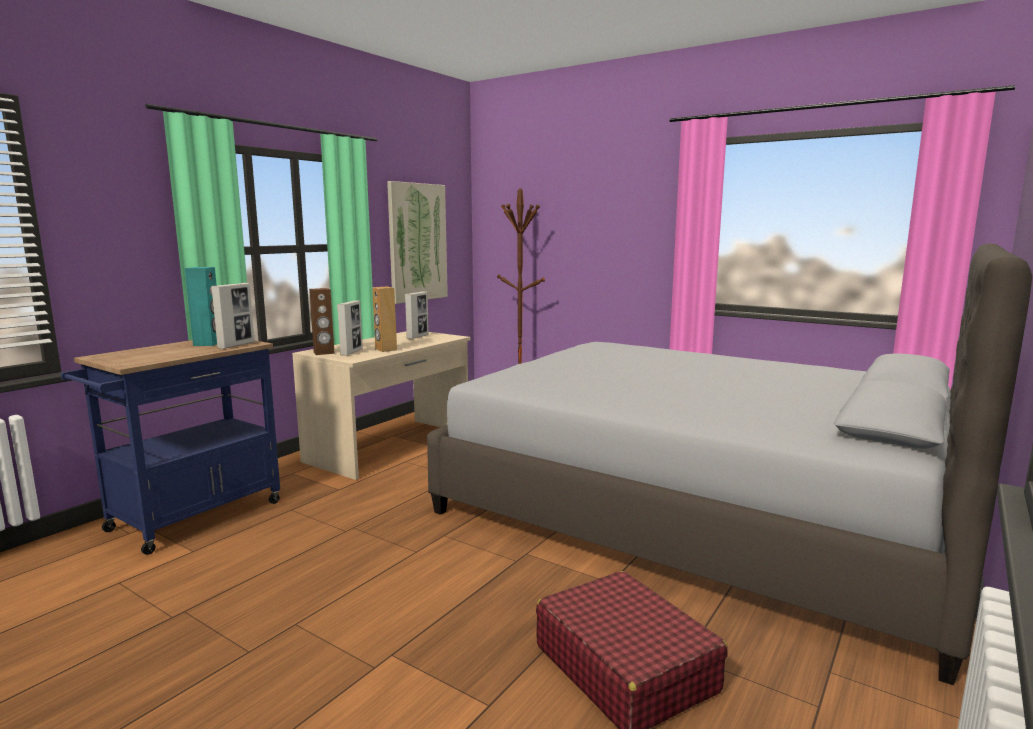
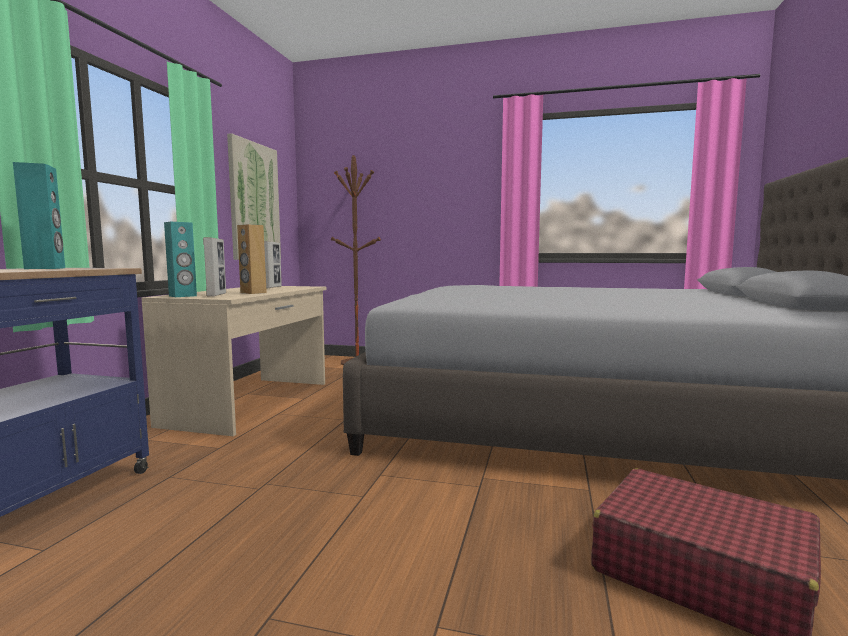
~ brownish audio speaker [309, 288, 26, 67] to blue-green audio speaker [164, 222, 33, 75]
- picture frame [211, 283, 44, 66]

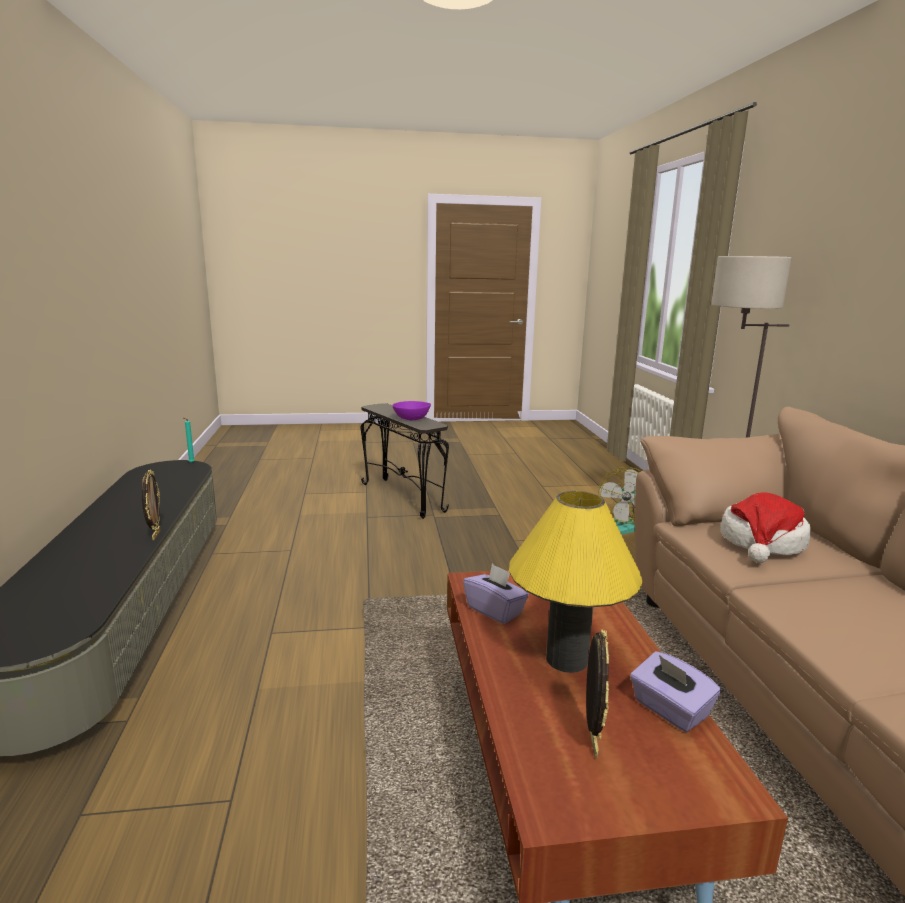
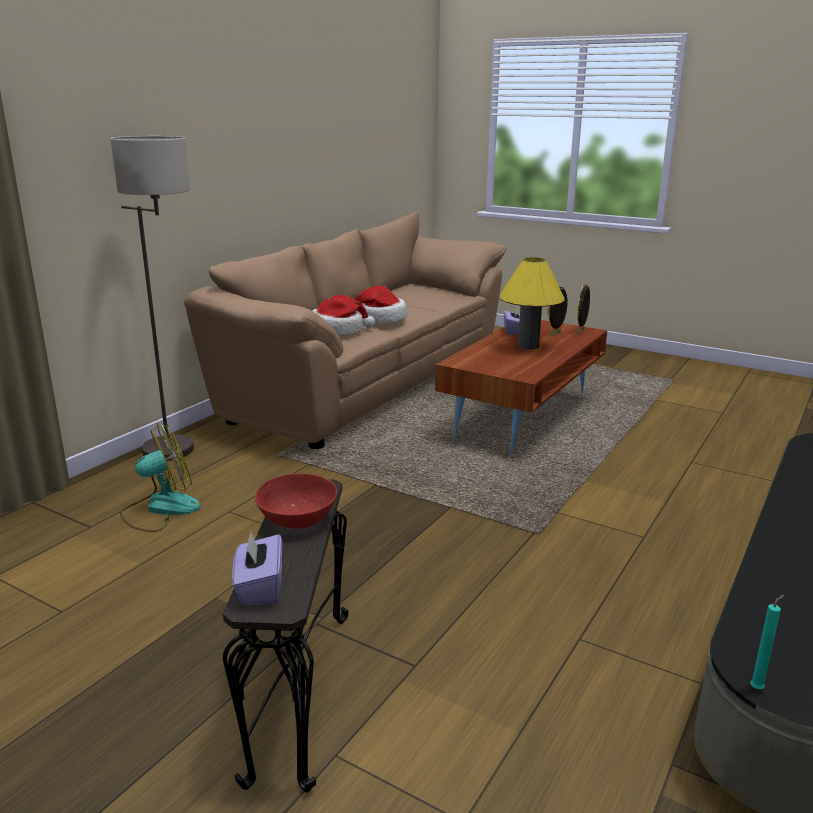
~ purple-coloured tissue box [463, 564, 66, 60] to [232, 531, 50, 74]
~ purple-coloured bowl [392, 401, 39, 19] to red-coloured bowl [255, 473, 82, 56]
+ clothing hat [355, 286, 52, 38]
~ picture frame [142, 469, 19, 71] to [577, 283, 13, 51]

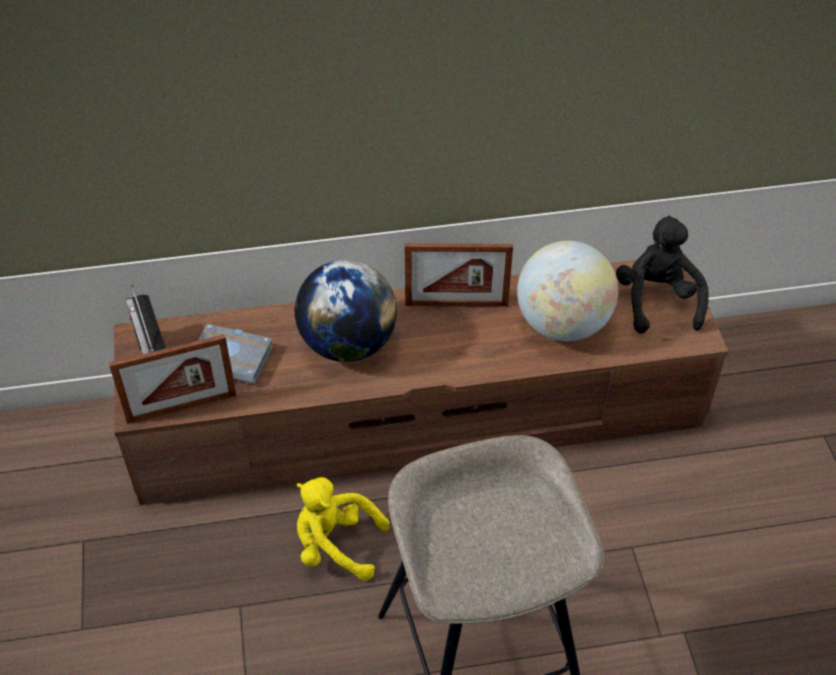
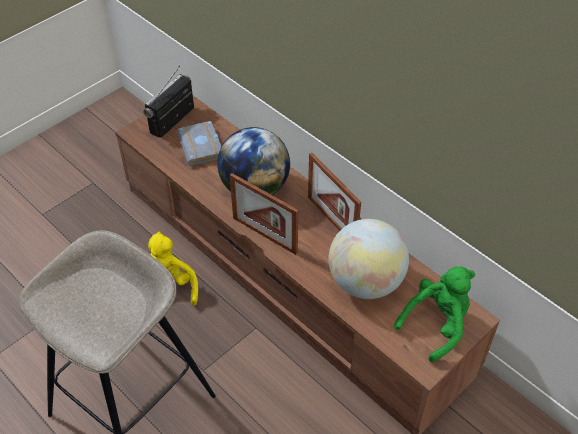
~ picture frame [109, 334, 128, 90] to [230, 173, 68, 82]
~ blackish cuddly toy [616, 215, 93, 119] to green-coloured cuddly toy [394, 266, 81, 96]

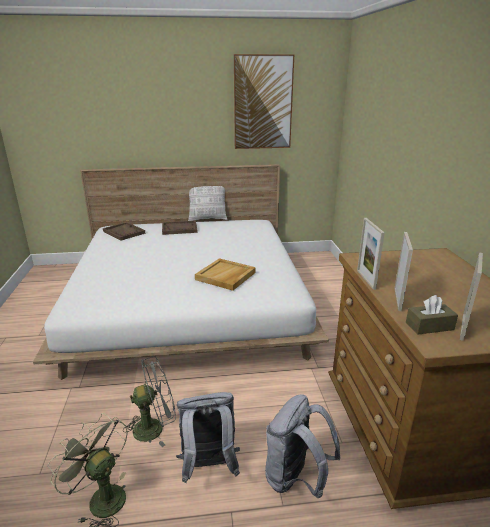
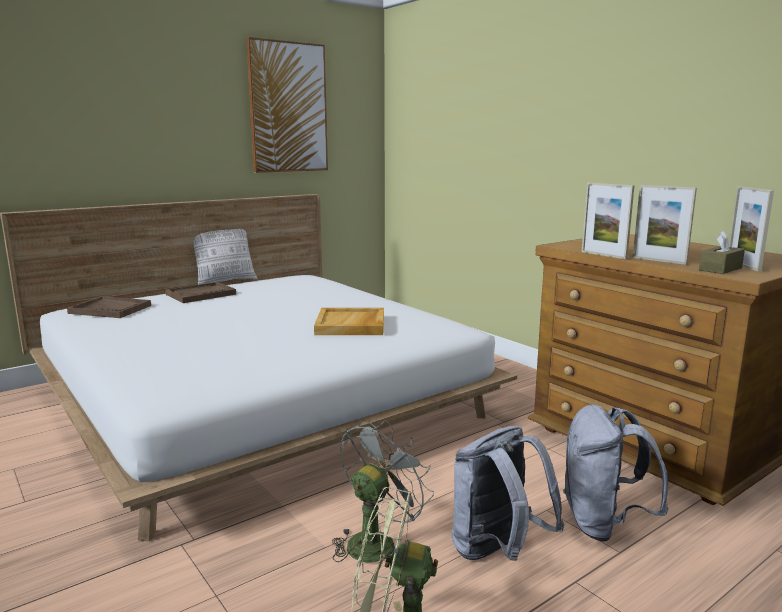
~ picture frame [394, 232, 19, 79] = [633, 185, 64, 80] 150 degrees clockwise

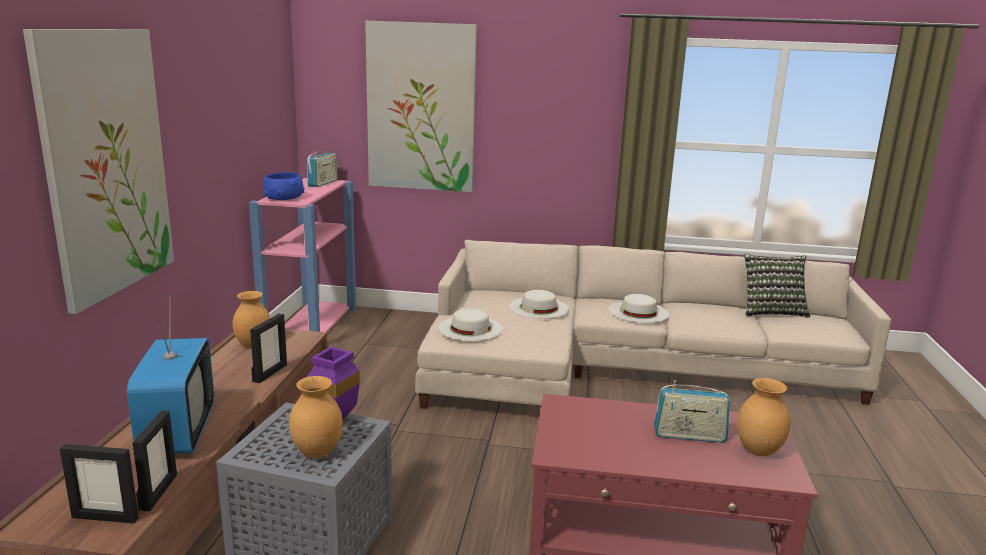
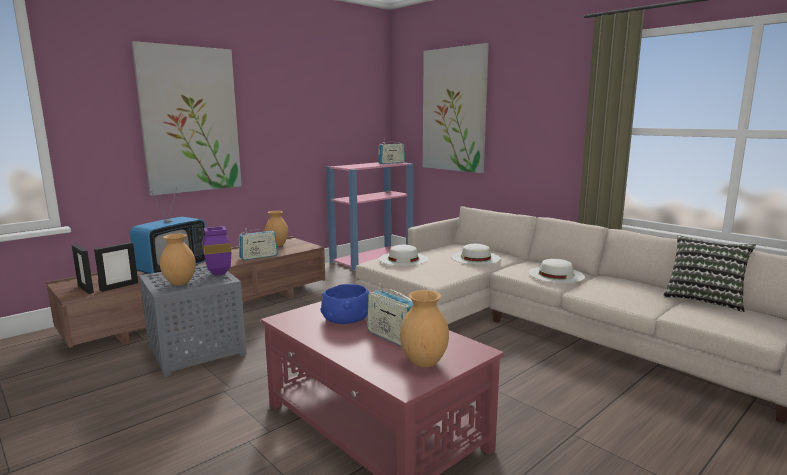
~ picture frame [250, 314, 37, 69] to radio receiver [239, 228, 39, 32]
~ blue bowl [263, 172, 42, 28] to [320, 284, 50, 40]

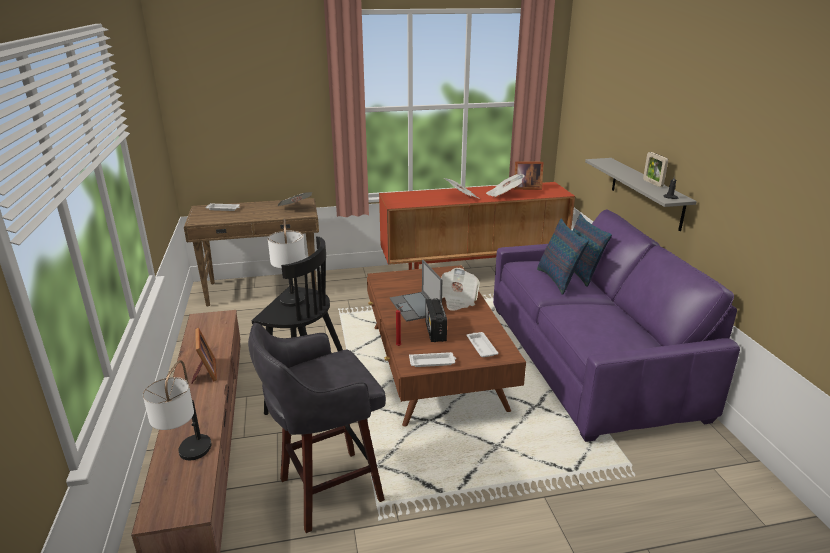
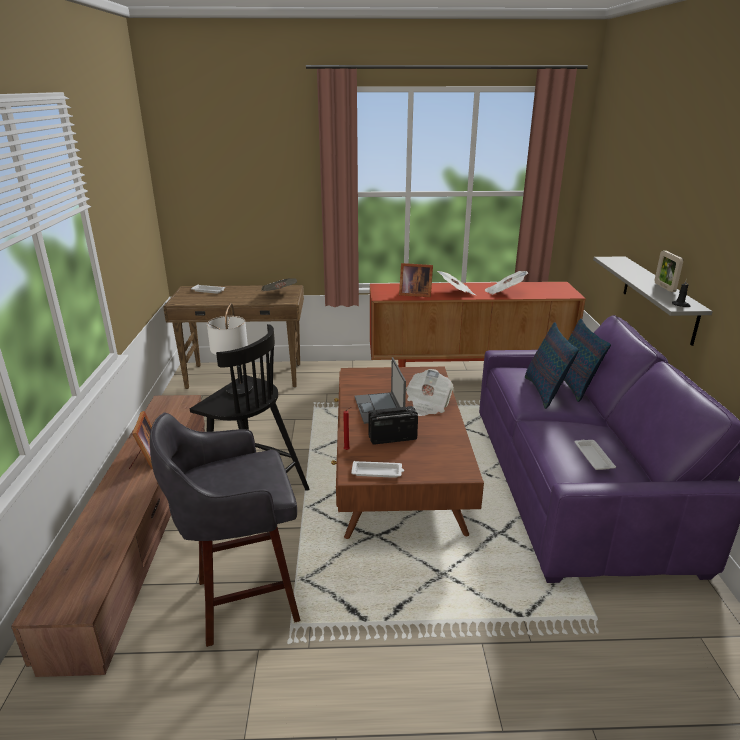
~ radio receiver [425, 298, 22, 44] = [369, 406, 49, 39] 75 degrees clockwise
~ picture frame [514, 161, 29, 29] to [399, 263, 34, 34]
~ white-coloured carrying tray [466, 332, 32, 25] to [574, 440, 42, 30]
- lamp for a table [143, 360, 68, 100]

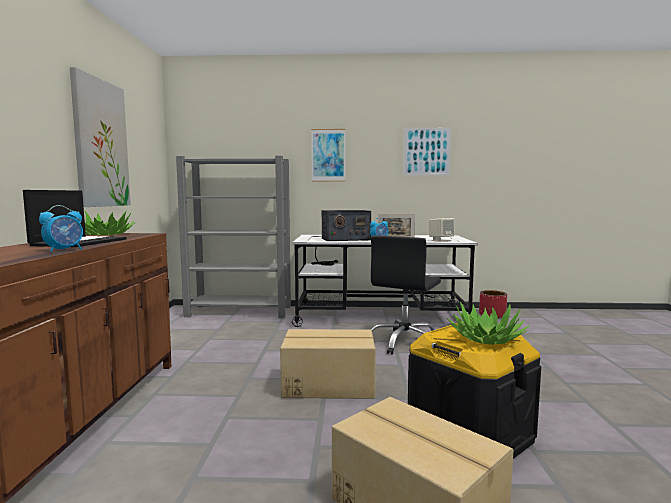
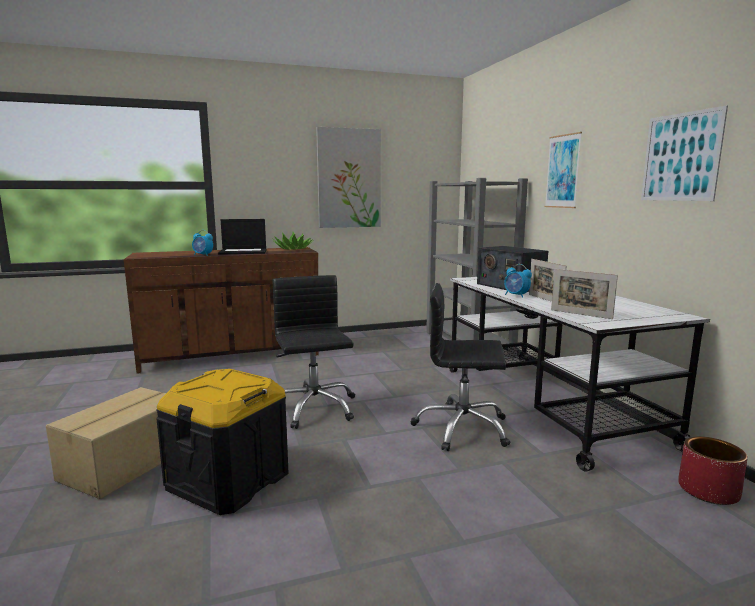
~ carton [280, 329, 96, 70] to blackish desk chair [272, 275, 83, 154]
~ beige audio speaker [429, 218, 26, 24] to picture frame [551, 269, 67, 50]
- houseplant [447, 302, 83, 43]

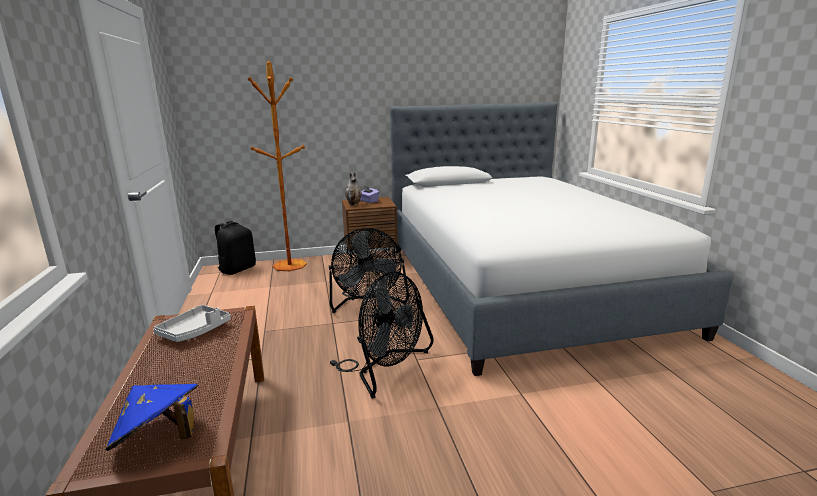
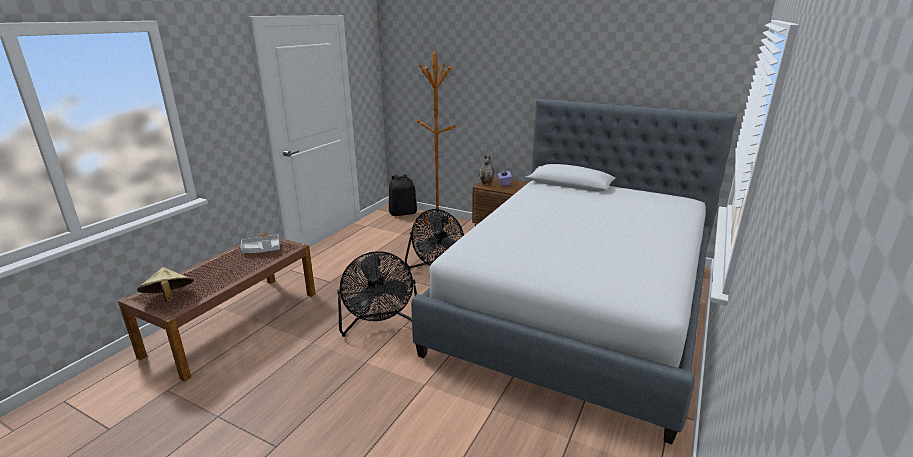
~ blue clothing hat [106, 384, 92, 67] to beige clothing hat [137, 267, 57, 35]

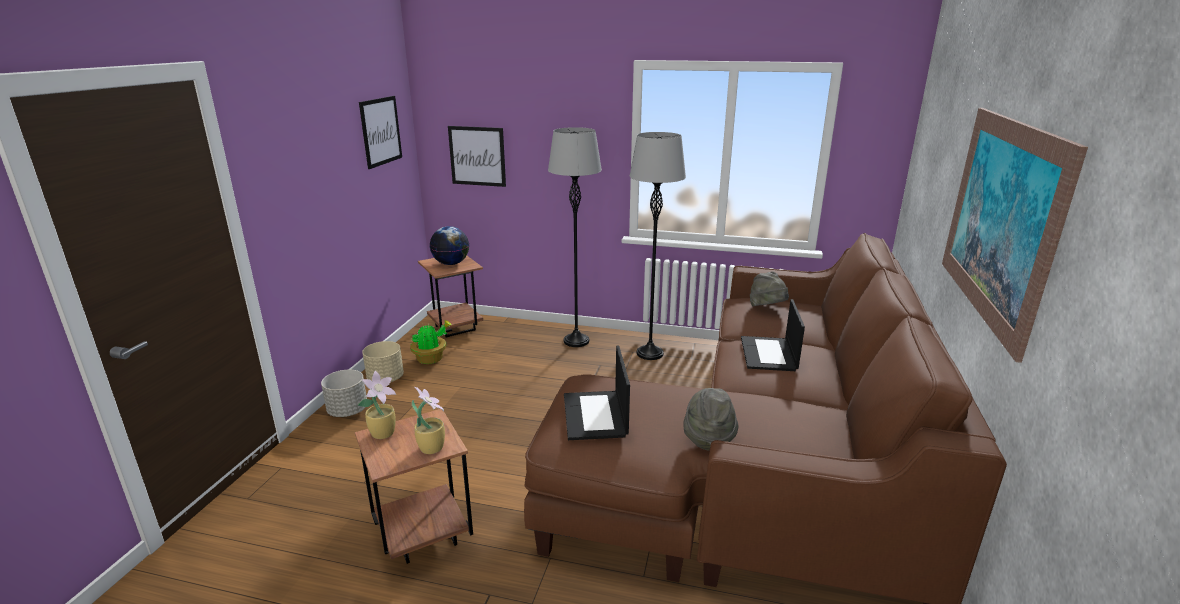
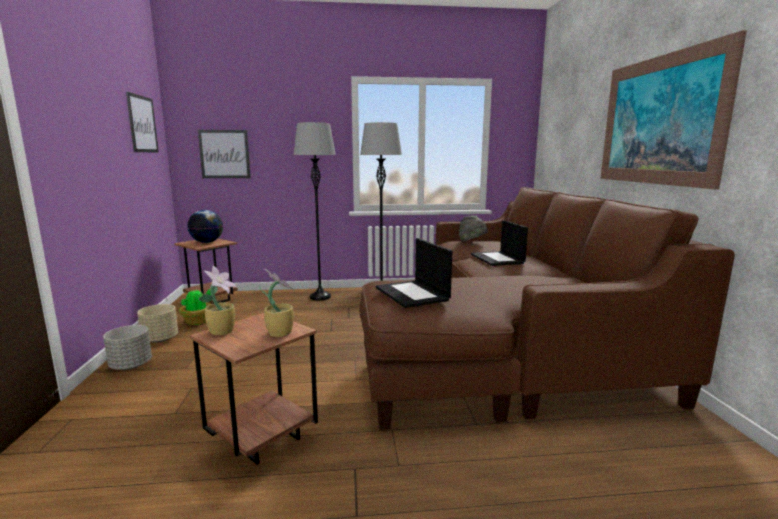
- grey clothing hat [683, 388, 55, 63]

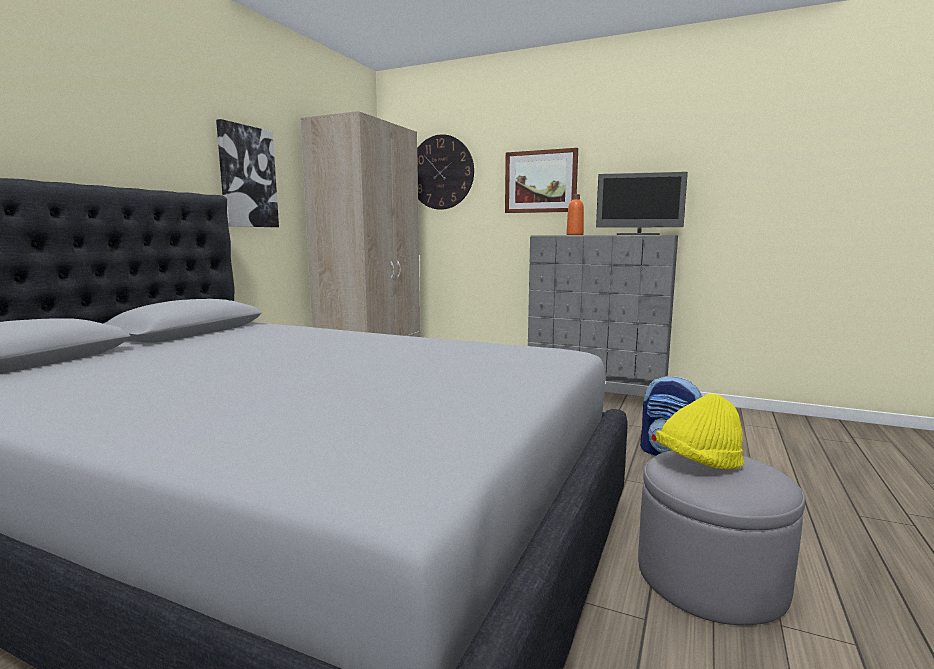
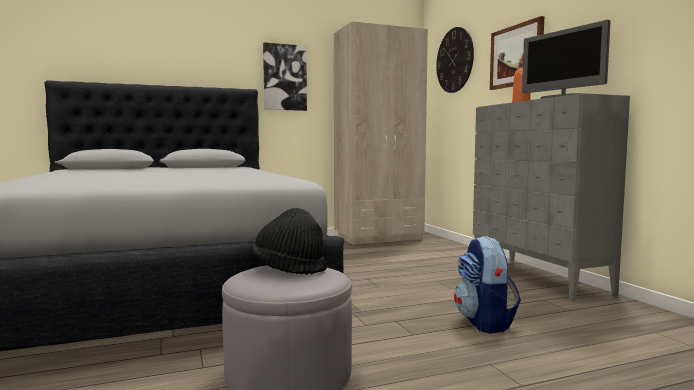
~ yellow-coloured clothing hat [656, 393, 88, 76] to blackish clothing hat [251, 208, 76, 67]

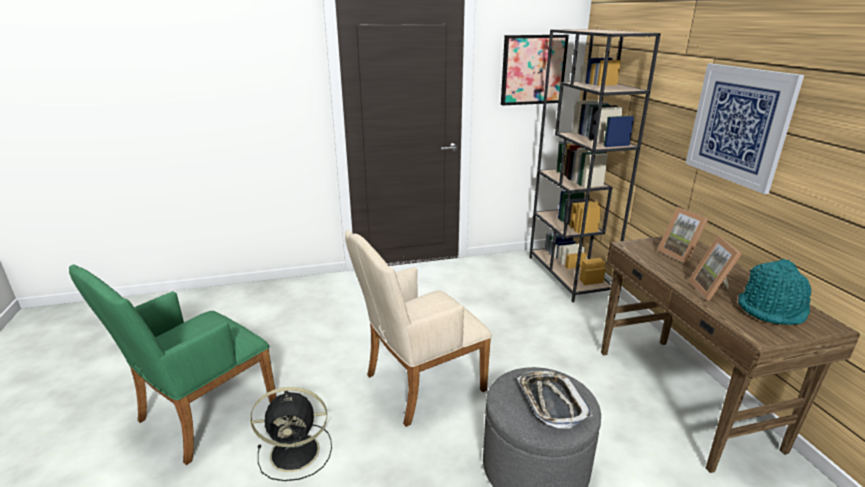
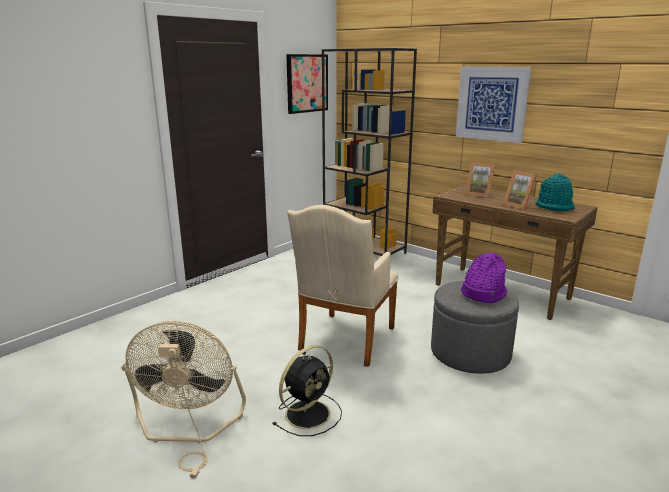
~ green-coloured easy chair [69, 264, 207, 201] to beige cooling fan [121, 321, 125, 158]
~ carrying tray [517, 371, 75, 57] to purple-coloured clothing hat [461, 252, 46, 51]

